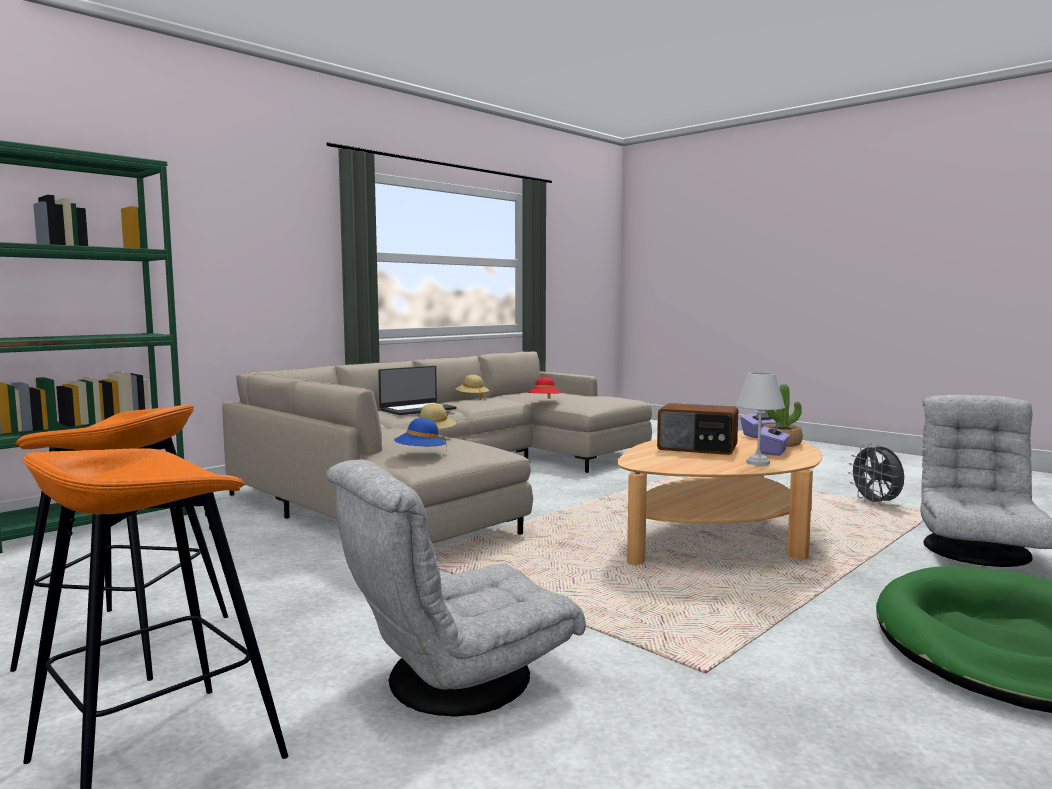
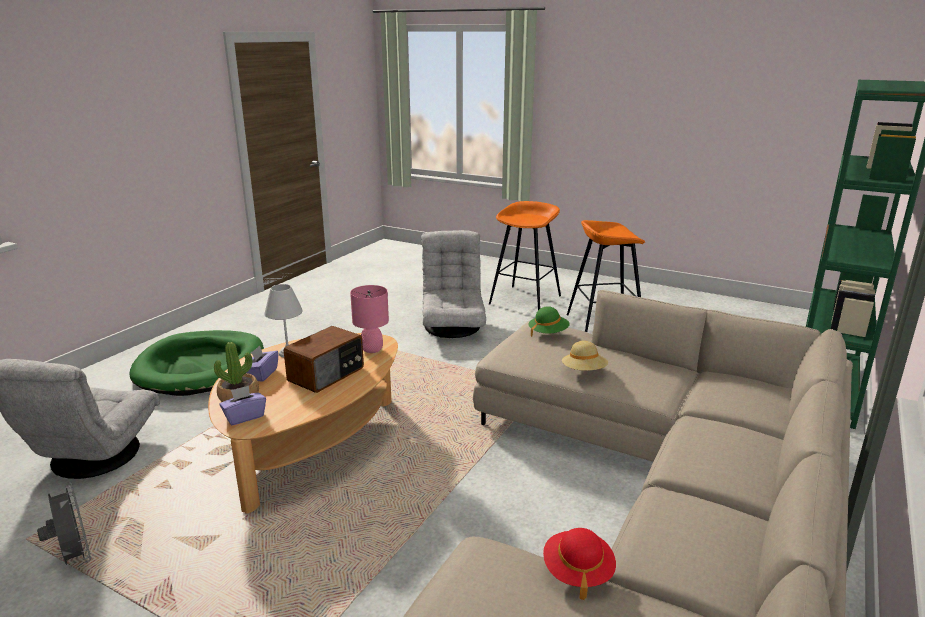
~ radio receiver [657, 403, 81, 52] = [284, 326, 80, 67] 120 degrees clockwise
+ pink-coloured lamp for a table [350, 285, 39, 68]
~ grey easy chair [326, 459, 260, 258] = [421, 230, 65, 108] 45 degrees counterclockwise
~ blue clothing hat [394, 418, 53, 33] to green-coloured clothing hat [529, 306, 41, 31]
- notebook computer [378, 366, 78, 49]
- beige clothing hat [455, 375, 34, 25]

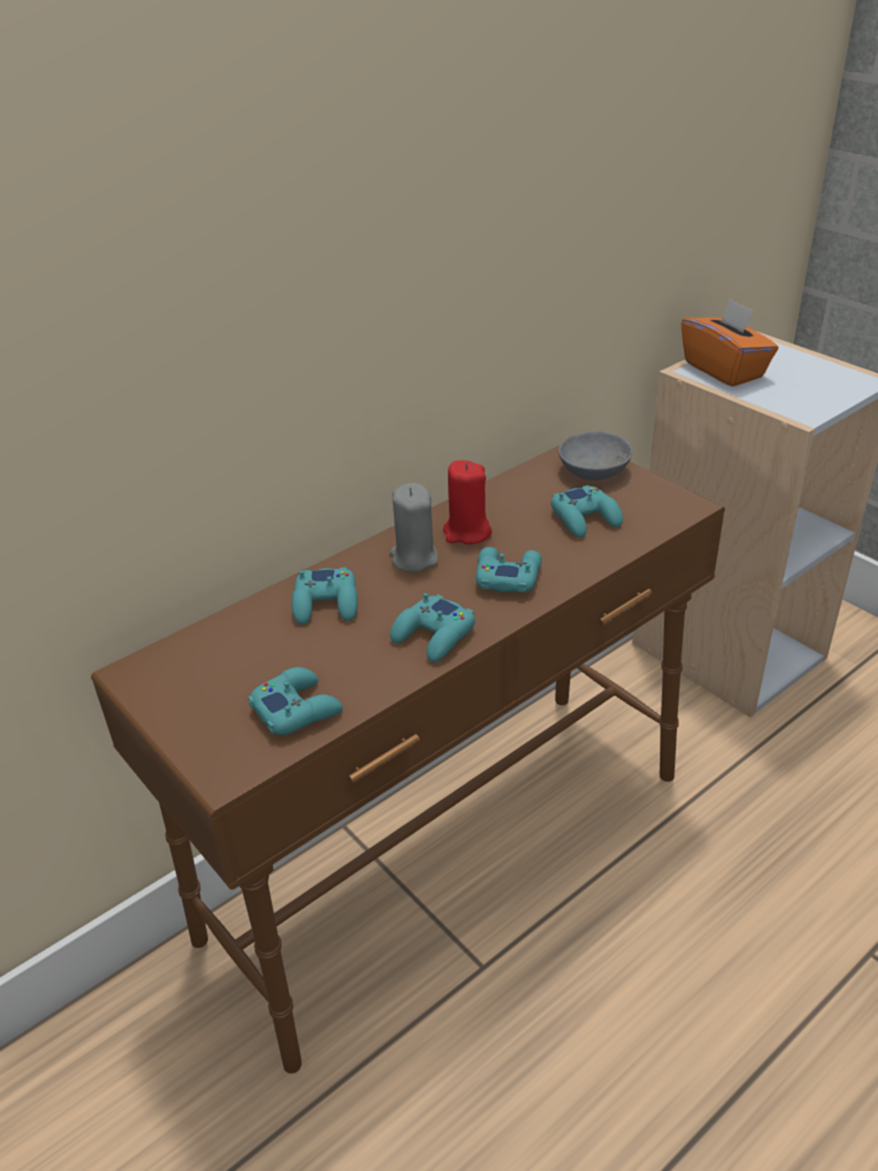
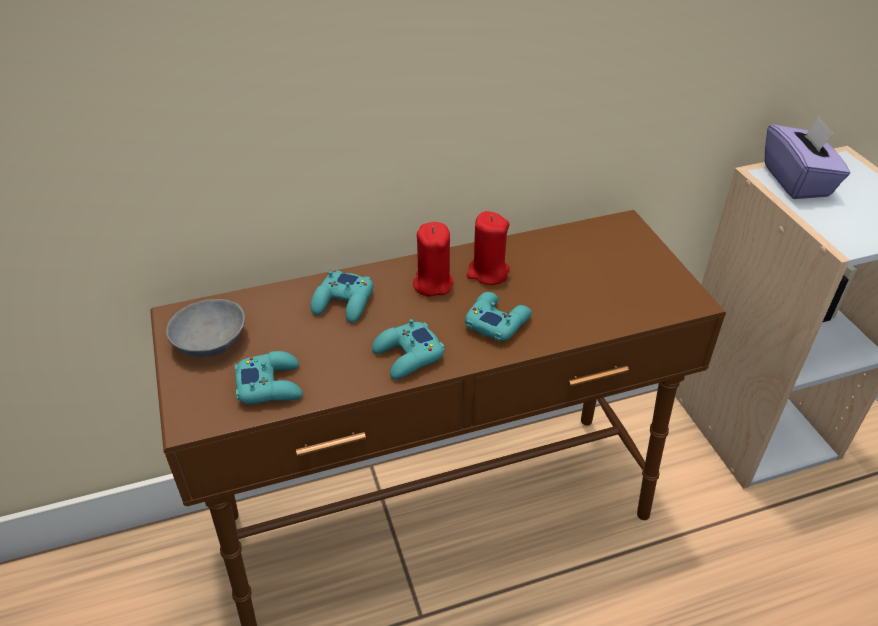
~ grey bowl [559, 431, 73, 49] to [166, 299, 79, 58]
~ grey wax candle [390, 483, 48, 89] to red-coloured wax candle [413, 222, 40, 75]
~ orange tissue box [681, 298, 98, 89] to purple-coloured tissue box [764, 115, 86, 84]
- blue-green game controller [551, 485, 72, 53]

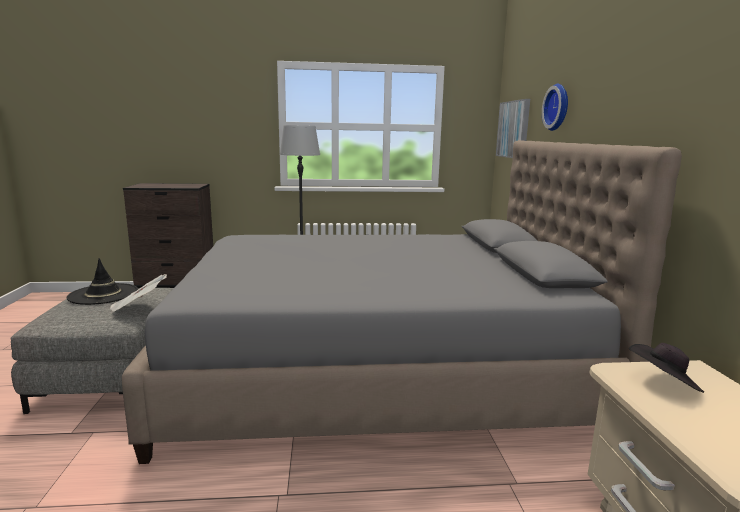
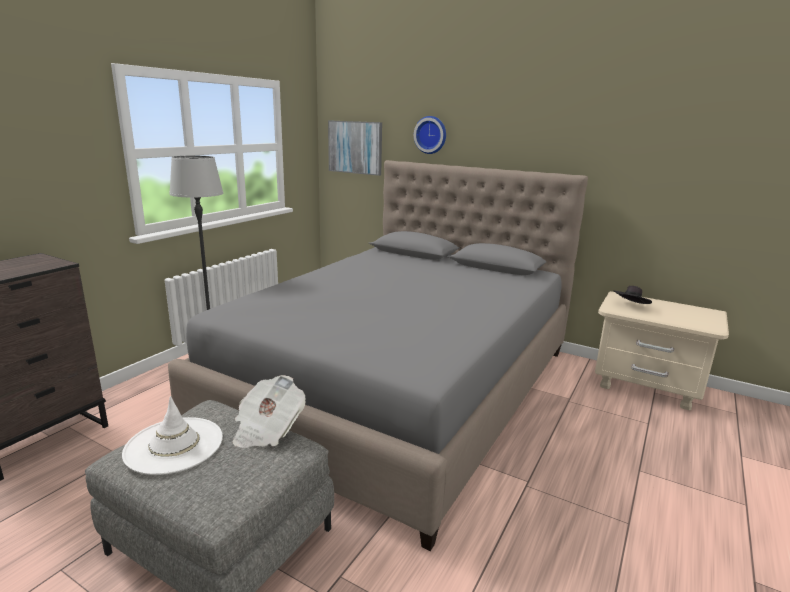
~ blackish clothing hat [67, 258, 71, 47] to white-coloured clothing hat [122, 396, 101, 79]

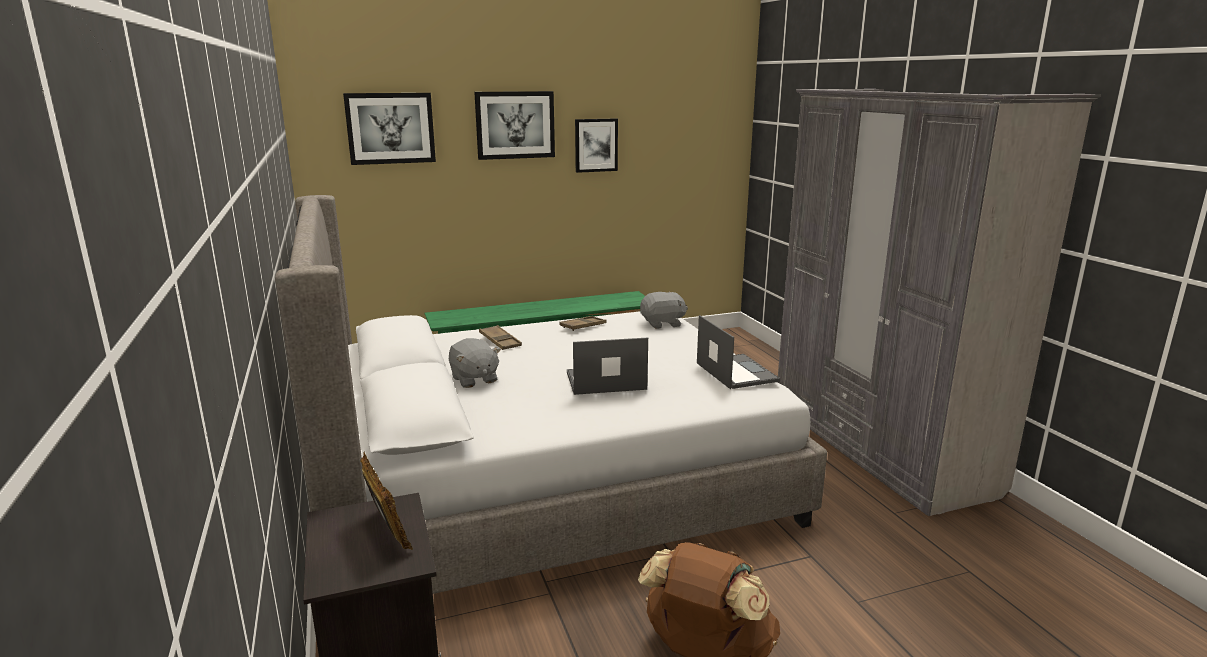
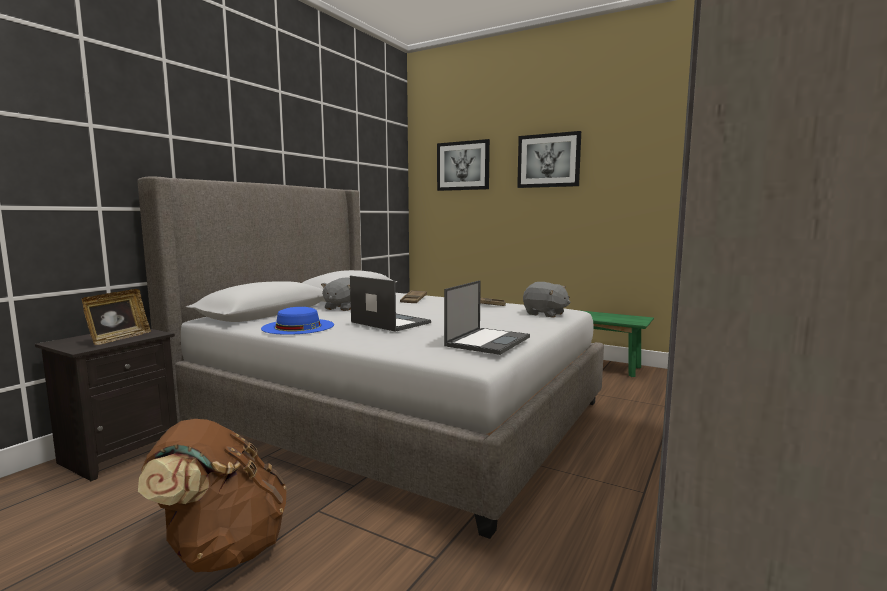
+ blue clothing hat [261, 307, 73, 28]
- wall art [575, 118, 43, 55]

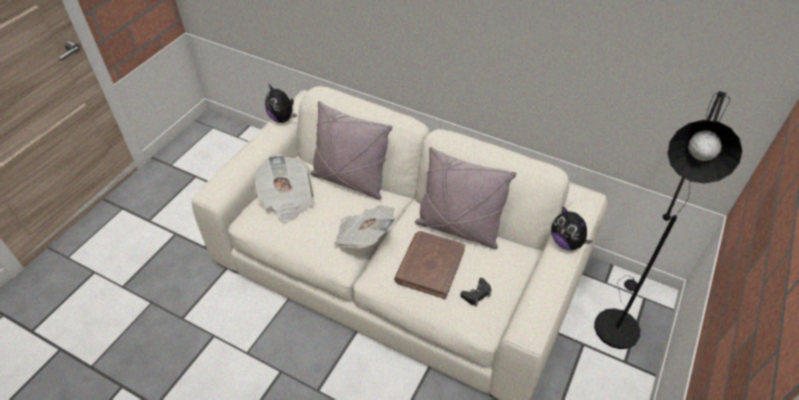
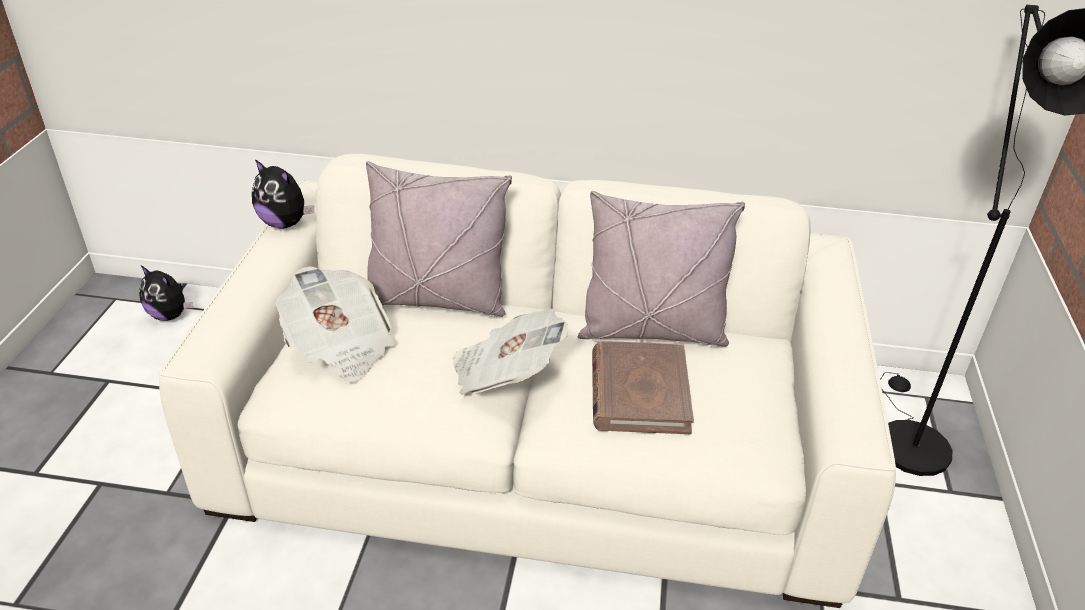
~ cuddly toy [551, 206, 41, 44] to [139, 266, 54, 55]
- blackish game controller [461, 278, 31, 28]

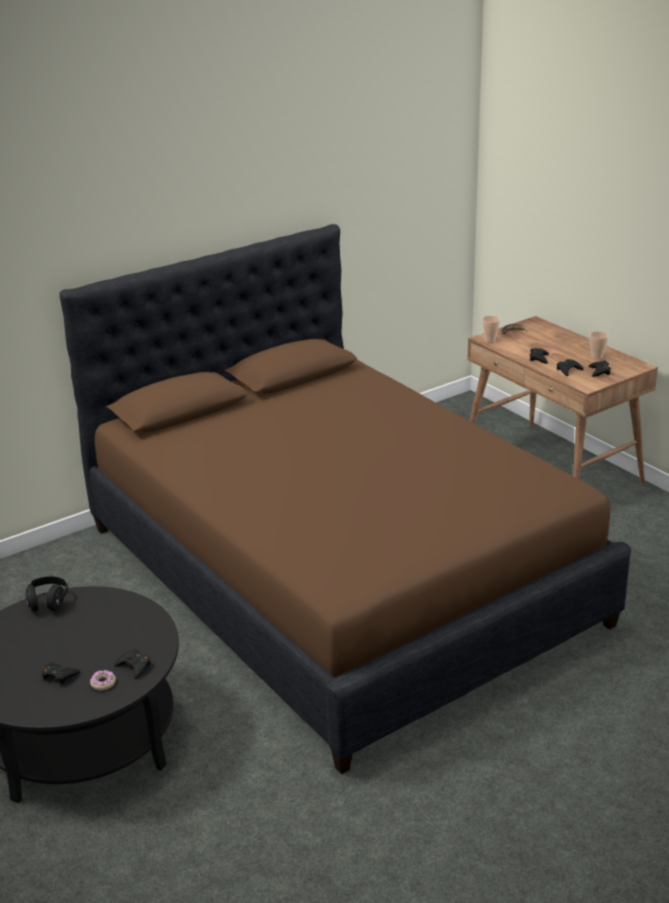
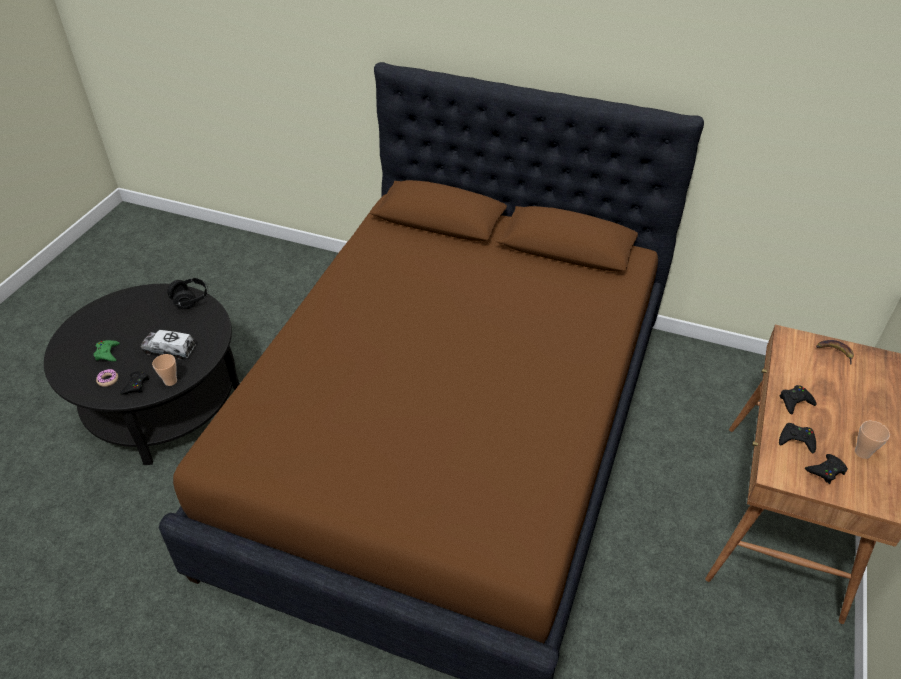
~ blackish game controller [42, 662, 38, 23] to green-coloured game controller [94, 340, 26, 21]
+ toy truck [140, 330, 56, 30]
~ drinking cup [482, 316, 18, 27] to [152, 354, 25, 32]

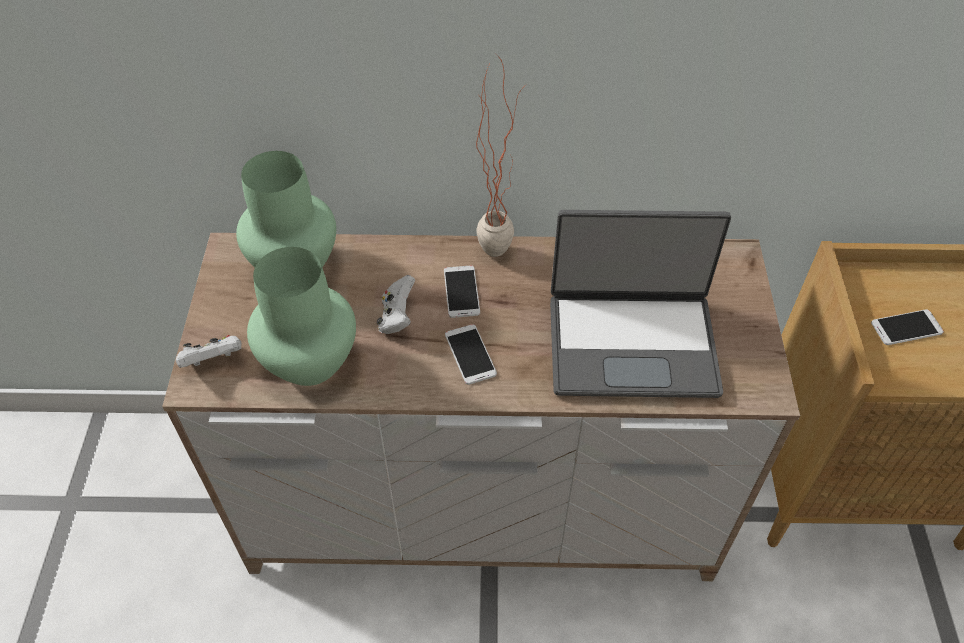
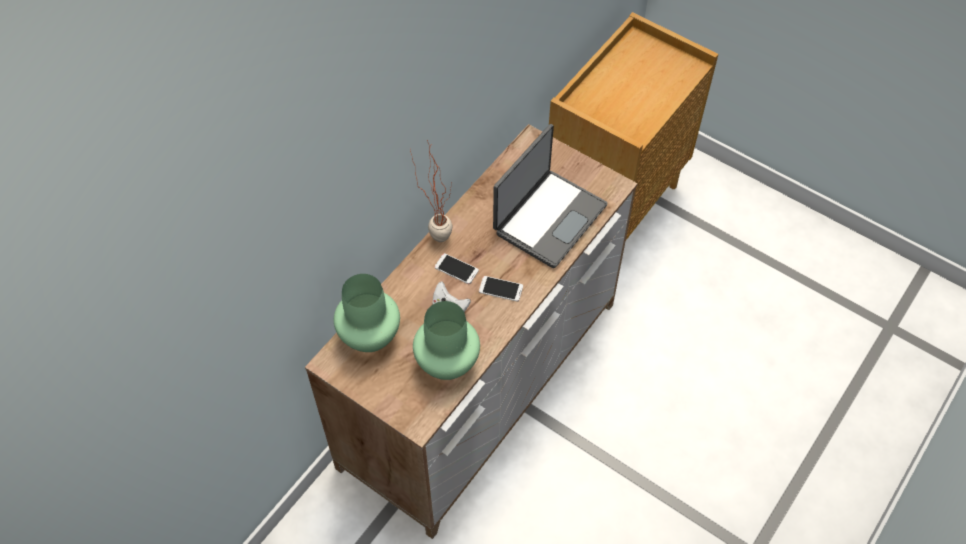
- white-coloured game controller [176, 335, 66, 33]
- handset [871, 309, 73, 36]

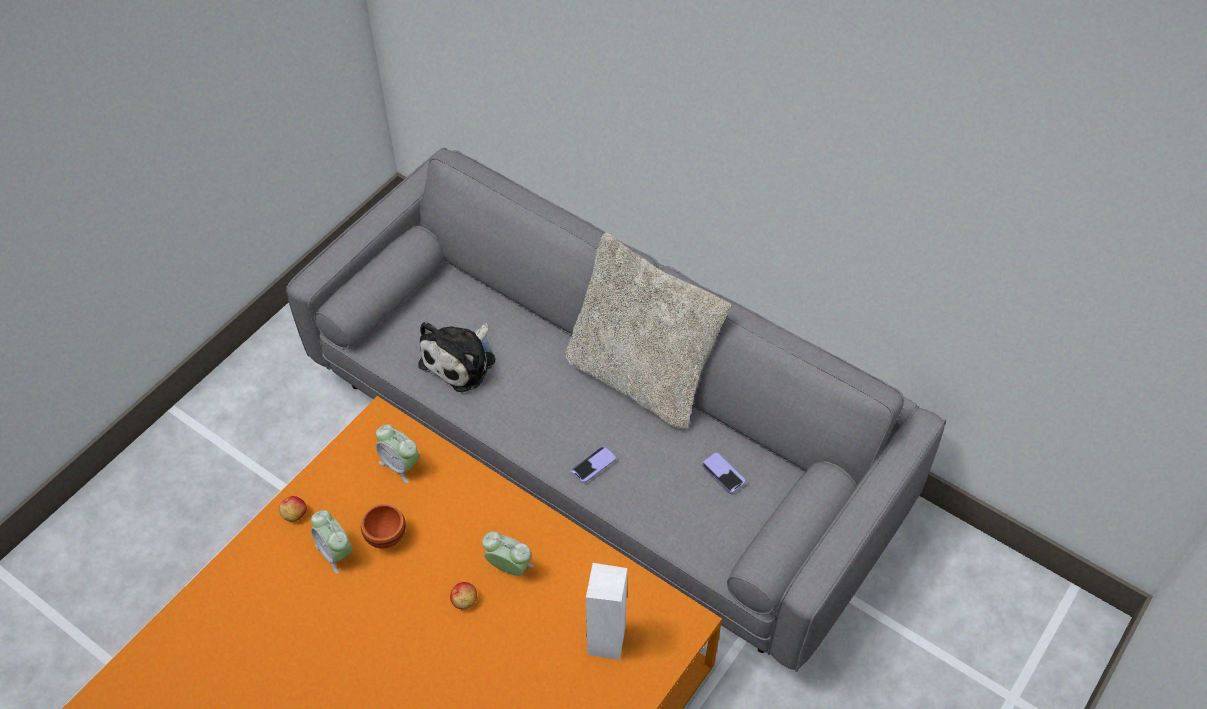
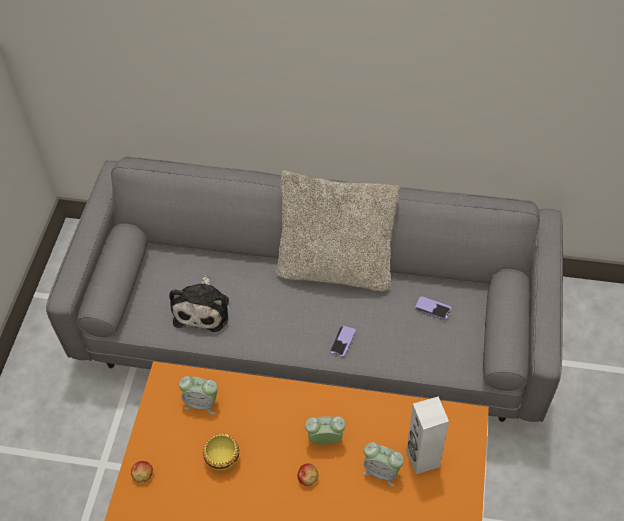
~ brownish bowl [361, 504, 45, 44] to yellow-coloured bowl [203, 434, 36, 37]
~ table clock [311, 510, 41, 64] to [363, 442, 41, 44]

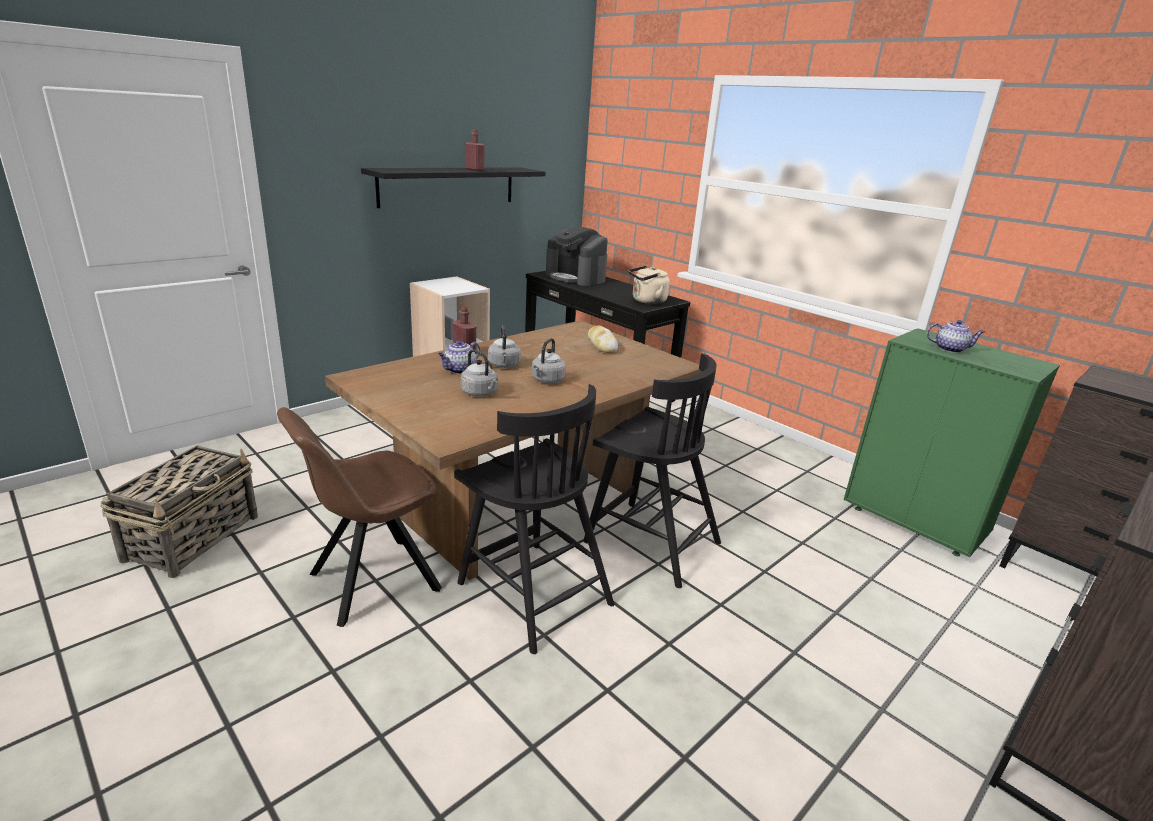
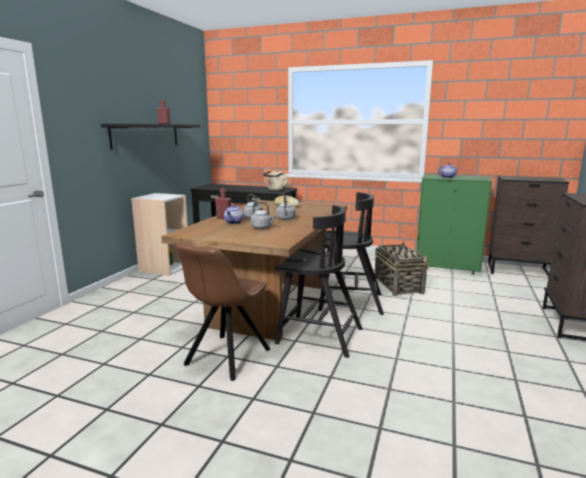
~ basket [100, 445, 158, 133] to [375, 241, 54, 55]
- coffee brewer [546, 227, 62, 59]

